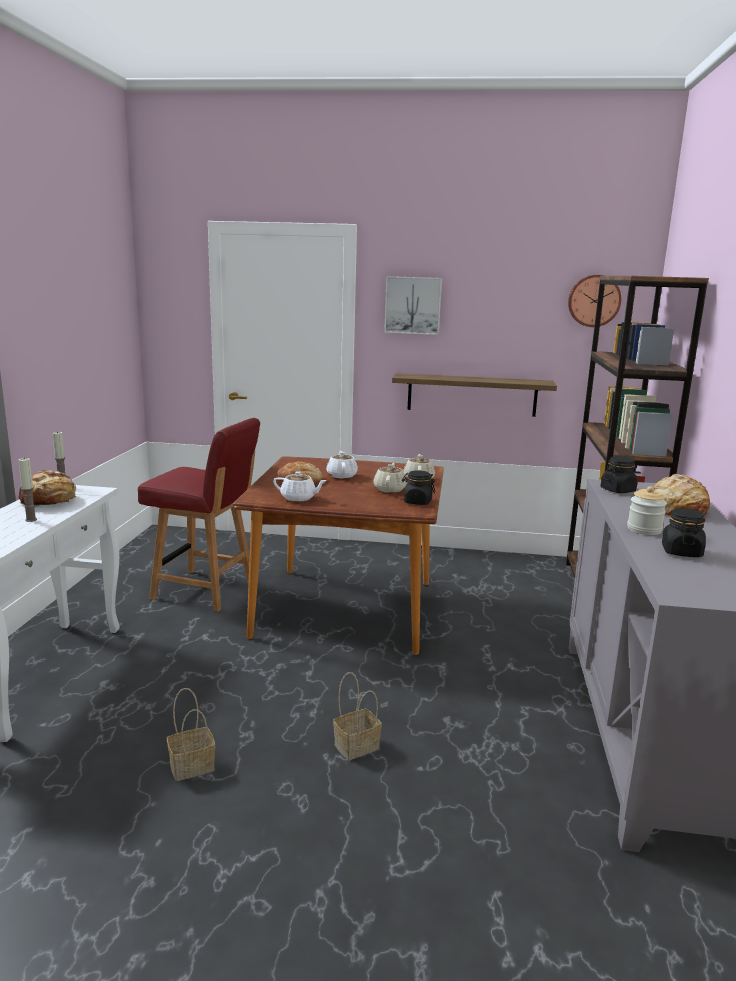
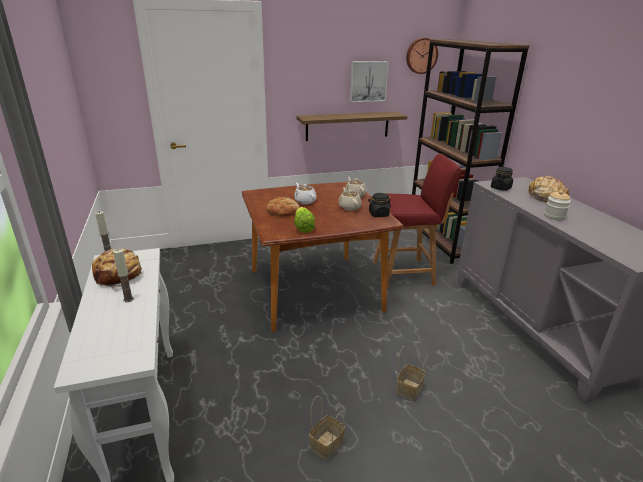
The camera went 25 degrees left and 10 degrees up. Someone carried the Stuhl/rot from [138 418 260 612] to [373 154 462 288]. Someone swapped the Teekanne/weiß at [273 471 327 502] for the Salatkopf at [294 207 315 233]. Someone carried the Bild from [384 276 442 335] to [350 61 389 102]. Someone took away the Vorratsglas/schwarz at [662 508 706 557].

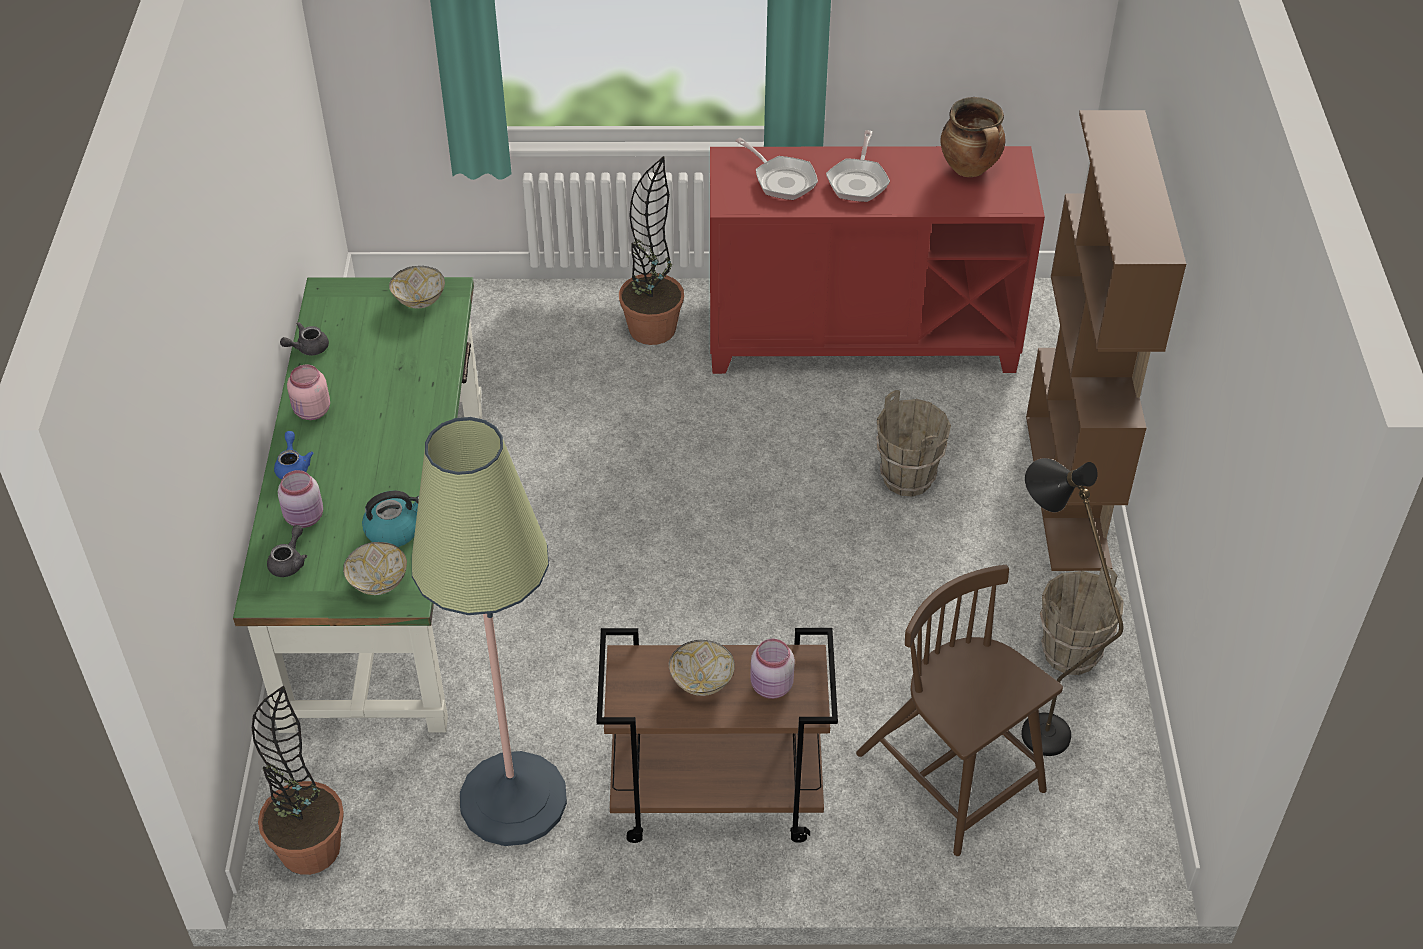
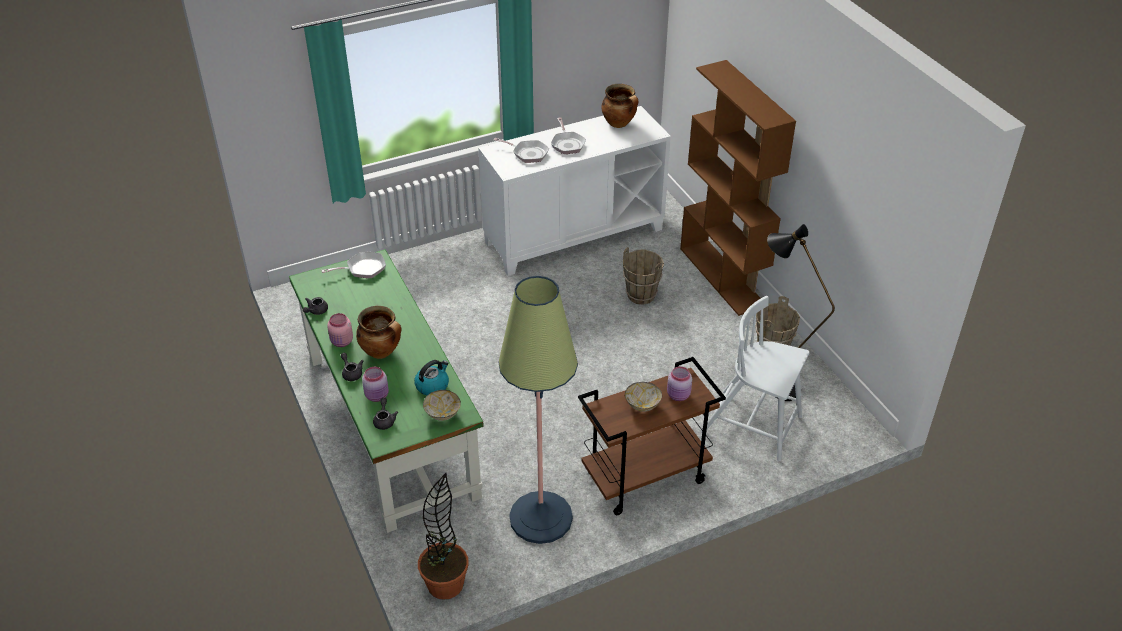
The camera went 25 degrees left and 5 degrees down. Someone repainted the Teekanne/blau at [274 431 313 480], which became the Teekanne/grau at [341 353 364 381]. Someone swapped the Schüssel at [389 266 445 308] for the Pfanne at [321 251 386 278]. Someone took away the Topfpflanze at [619 156 684 345]. Someone repainted the Schrank/rot at [710 146 1045 374], which became the Schrank/weiß at [478 106 671 276]. Someone repainted the Stuhl/braun at [856 565 1063 856], which became the Stuhl/weiß at [701 296 810 461]. Someone put down the Kochtopf at [356 306 401 359].

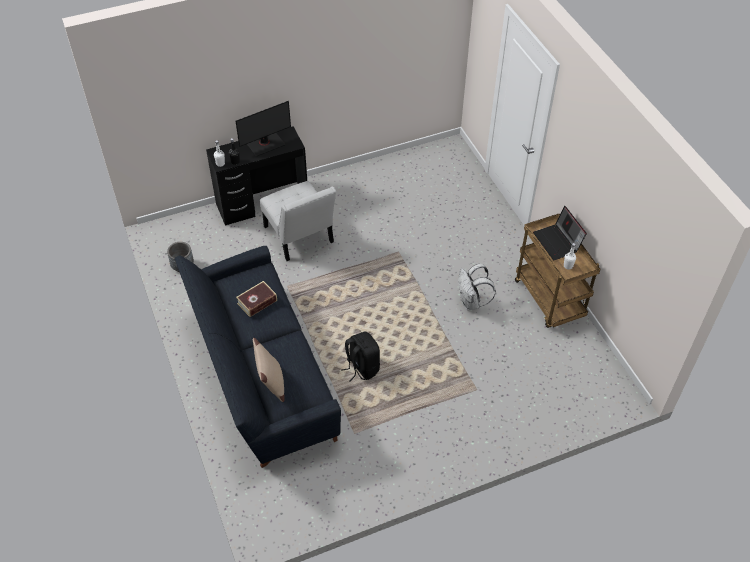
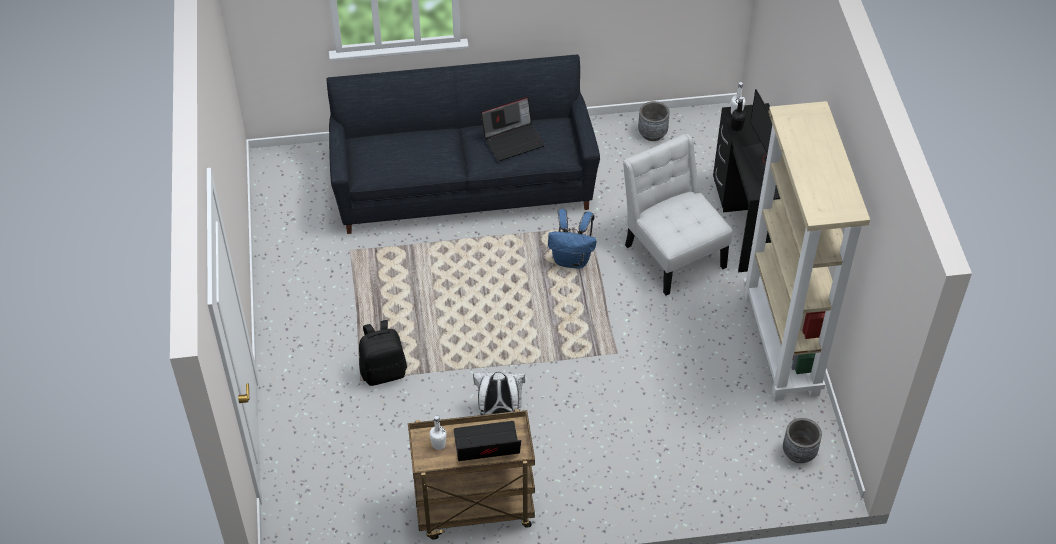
The camera went 105 degrees right and 0 degrees up. Someone swapped the Buch at [236 281 277 317] for the Laptop at [481 97 545 161]. Someone took away the Kissen/beige at [253 338 285 402]. Someone rotated the Stuhl/weiß at [260 181 336 261] by 75 degrees clockwise. Someone carried the Rucksack/schwarz from [341 331 380 382] to [359 320 407 386]. Someone put down the Rucksack/blau at [548 209 596 268]. Someone put down the Bücherregal/beige at [743 101 870 401]. Someone put down the Pflanzkübel/grau at [783 418 822 463].

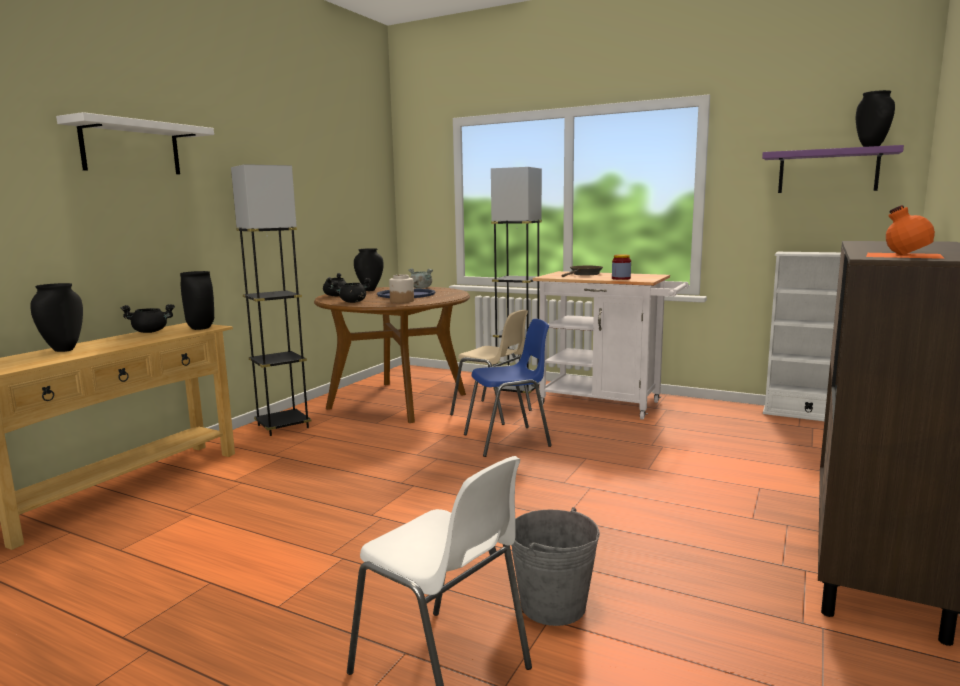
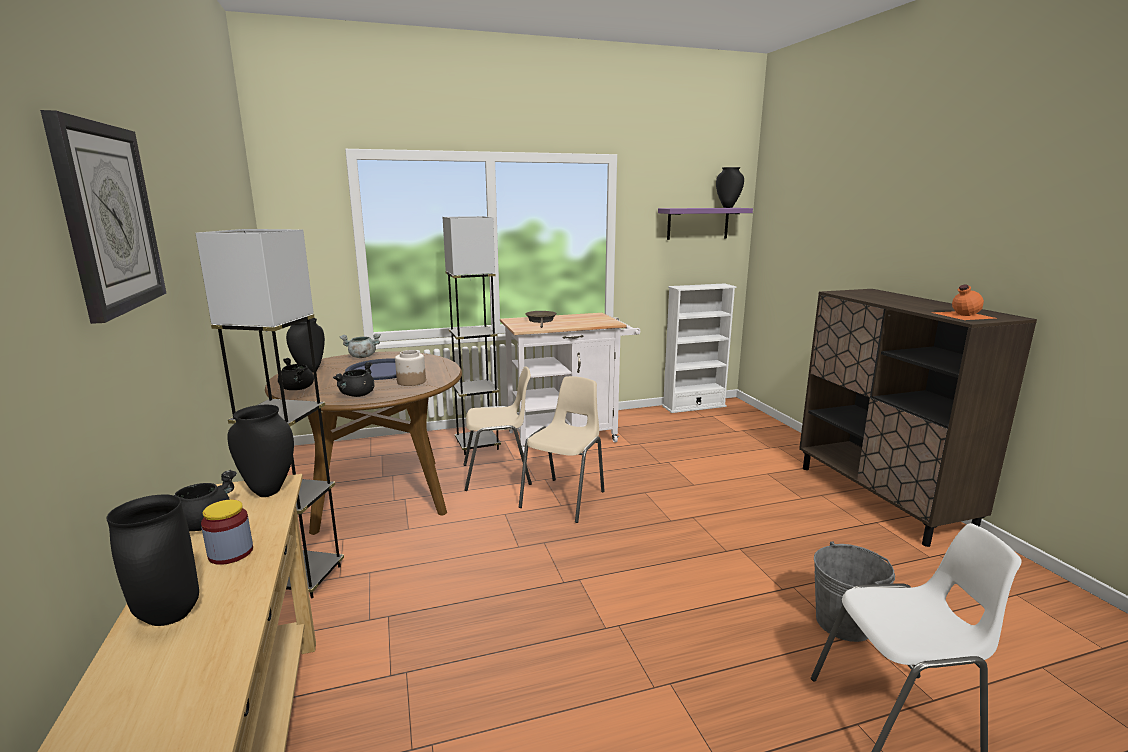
The camera went 45 degrees left and 5 degrees up. Someone swapped the Wandregal/weiß at [56 112 214 174] for the Wanduhr at [40 110 167 324]. Someone repainted the Stuhl/blau at [464 319 552 457], which became the Stuhl/beige at [519 376 604 523]. Someone carried the Vorratsglas from [612 254 631 280] to [201 500 253 565].

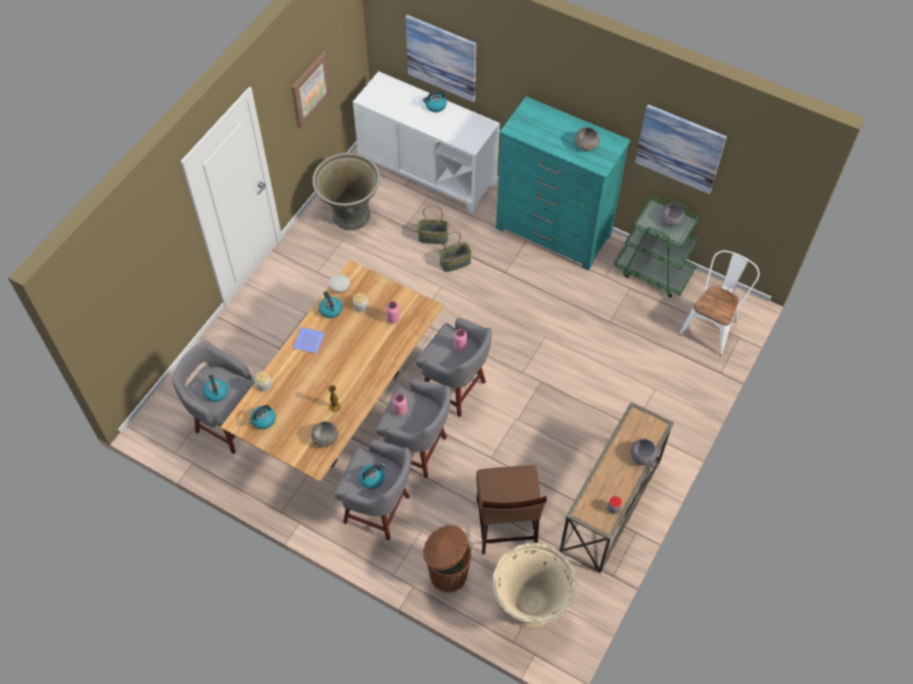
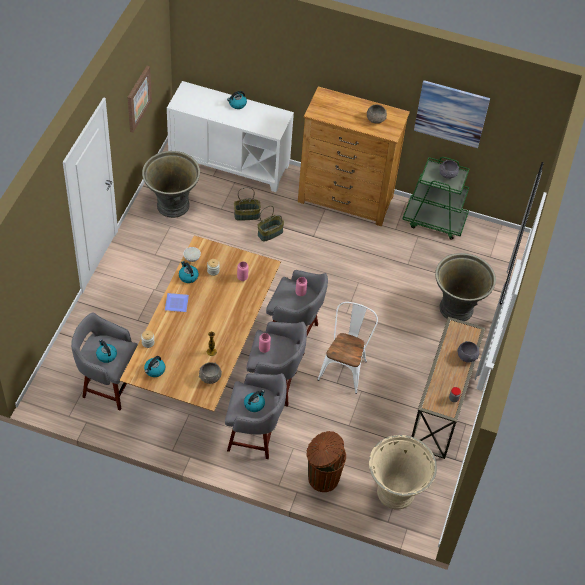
The camera went 15 degrees left and 5 degrees down. Someone took away the Bild at [406 15 477 102]. Someone took away the Stuhl/braun at [476 465 547 554]. Someone repainted the Kommode/türkis at [496 97 631 271], which became the Kommode/braun at [298 86 410 226]. Someone carried the Stuhl/weiß from [679 250 759 356] to [317 302 378 394]. Someone put down the Pflanzkübel/grau at [435 253 496 321].

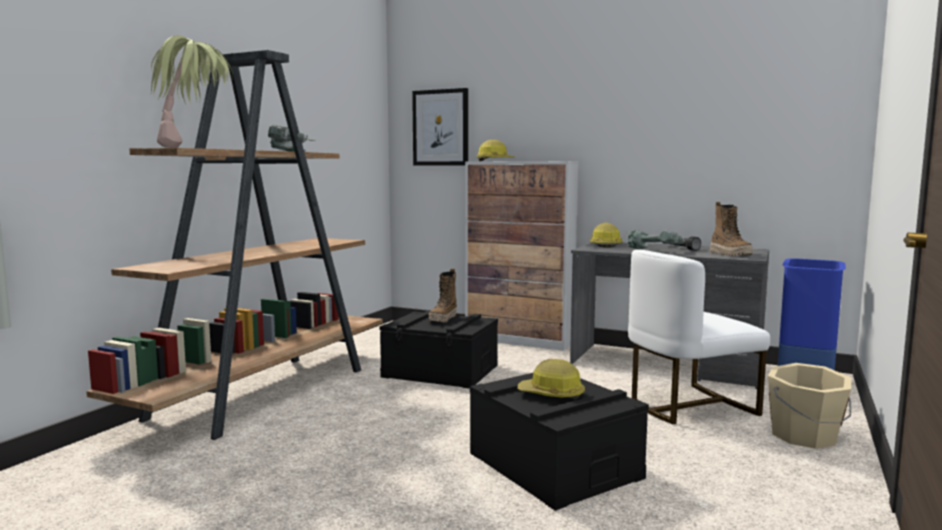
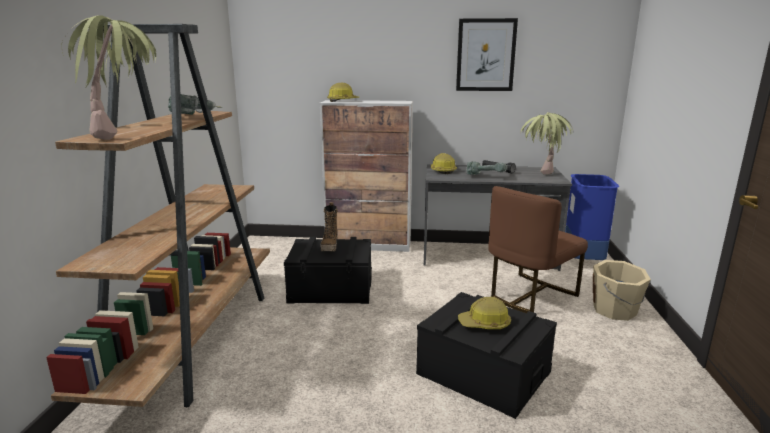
The camera went 20 degrees left and 10 degrees up. Someone carried the Bild from [412 88 468 165] to [456 18 518 91]. Someone repainted the Stuhl/weiß at [628 249 770 424], which became the Stuhl/braun at [488 186 588 313]. Someone swapped the Stiefel at [710 202 753 256] for the Topfpflanze at [520 112 573 175].

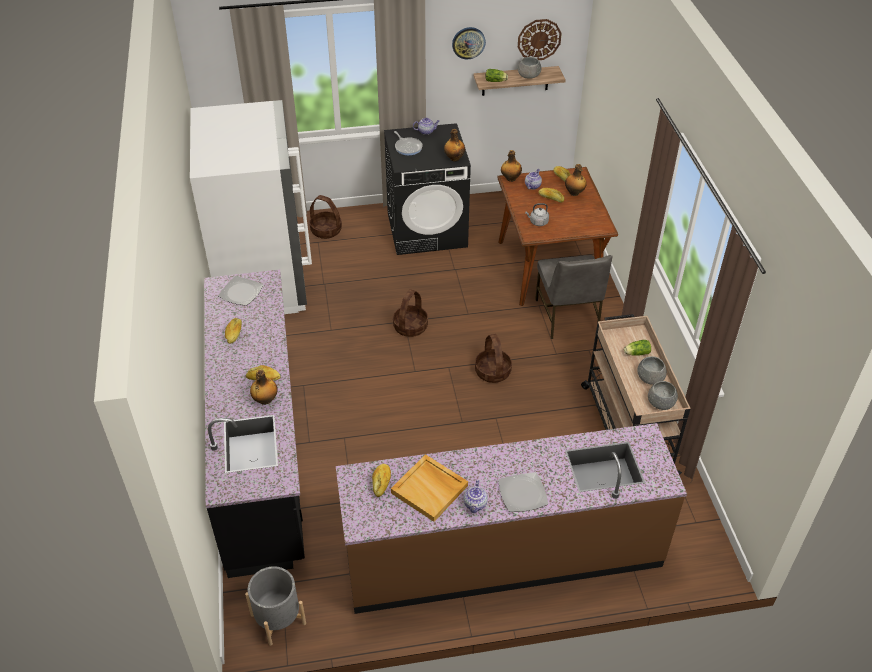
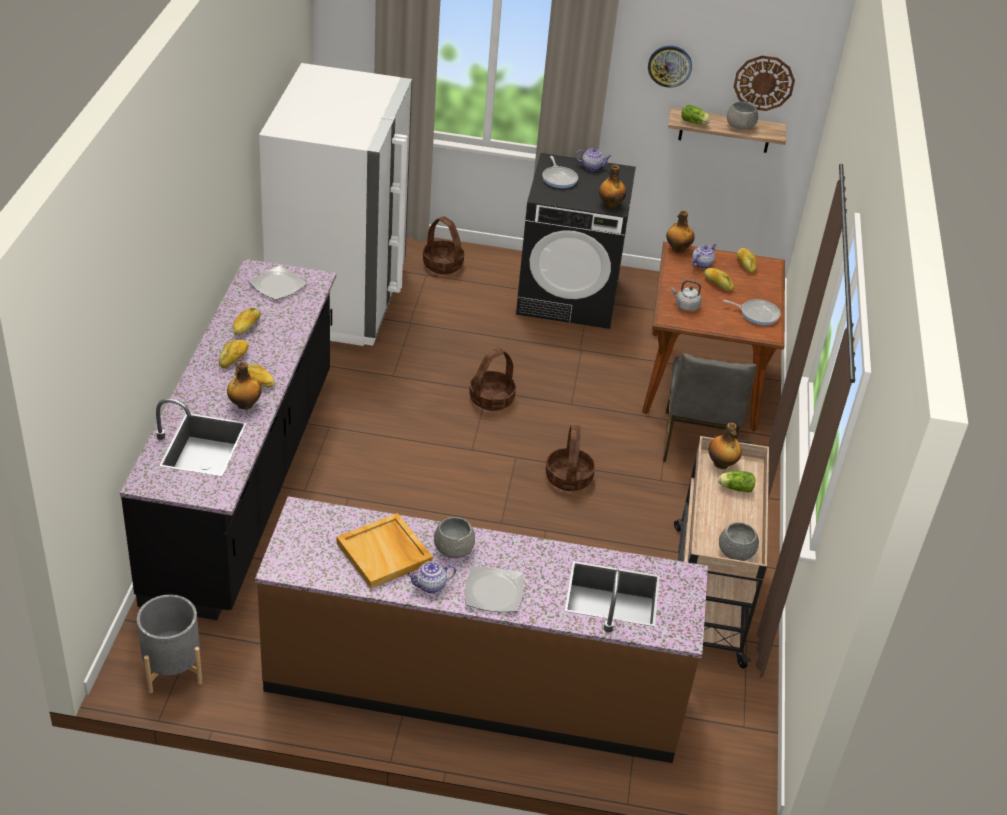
The camera went 15 degrees right and 5 degrees down. Someone carried the Brot from [372 464 391 497] to [219 340 249 368]. Someone rotated the Teekanne at [463 480 488 513] by 45 degrees clockwise. Someone carried the Flasche from [565 164 587 196] to [709 423 742 469]. Someone carried the Schüssel/grau from [637 356 667 385] to [434 517 475 558]. Someone put down the Pfanne at [723 299 781 325].

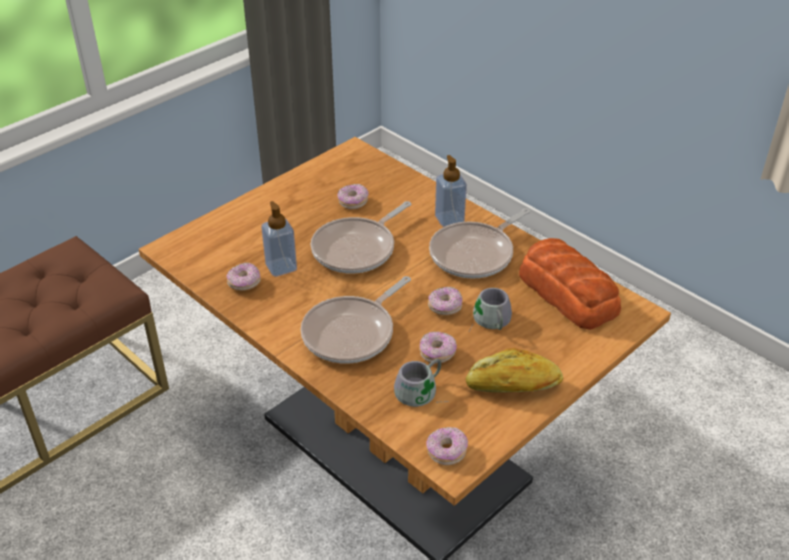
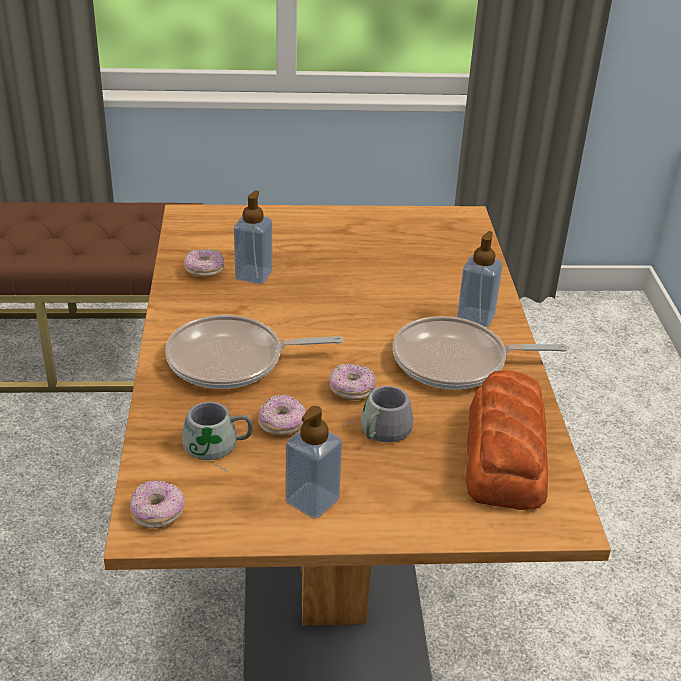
The camera went 40 degrees right and 5 degrees down. Someone took away the Pfanne at [311 201 411 274]. Someone took away the Donut at [338 184 368 210]. Someone swapped the Brot at [466 348 563 393] for the Seifenspender at [285 406 342 519].

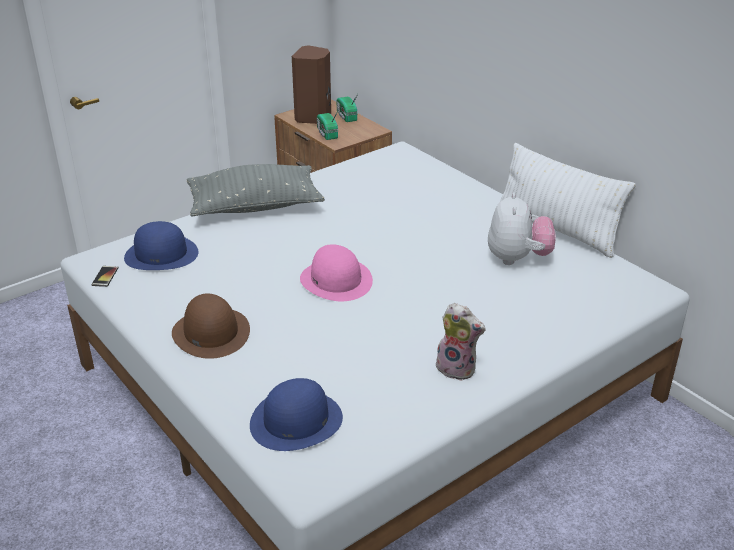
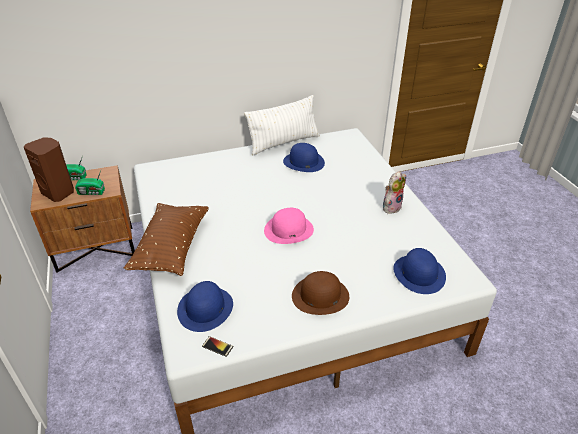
The camera went 70 degrees left and 5 degrees up. Someone repainted the Kissen/grau at [187 164 325 216], which became the Kissen/braun at [124 203 209 276]. Someone swapped the Plüschtier at [488 192 556 265] for the Hut/blau at [283 143 325 172].

